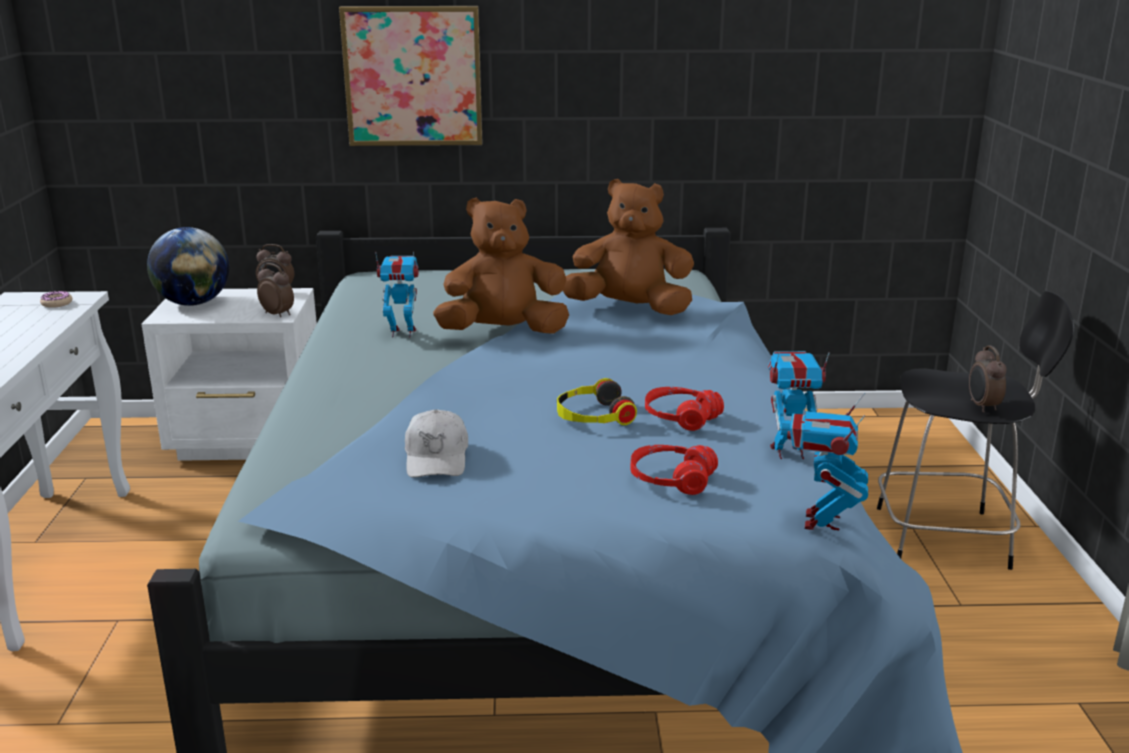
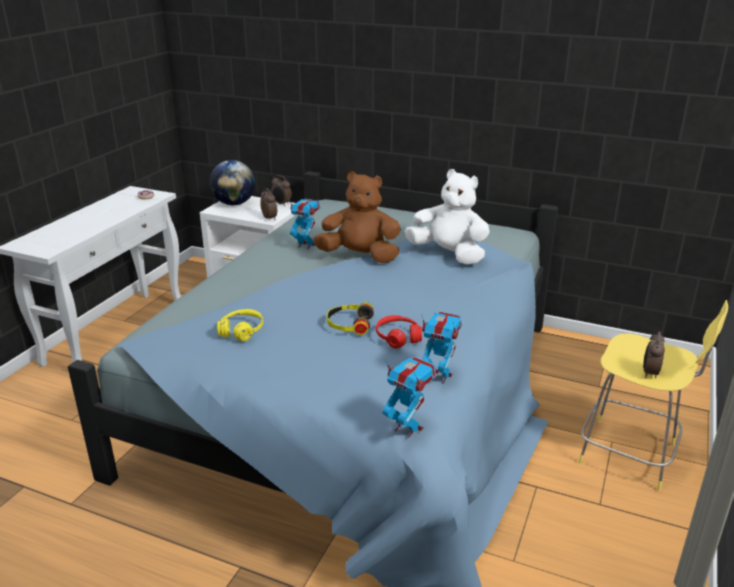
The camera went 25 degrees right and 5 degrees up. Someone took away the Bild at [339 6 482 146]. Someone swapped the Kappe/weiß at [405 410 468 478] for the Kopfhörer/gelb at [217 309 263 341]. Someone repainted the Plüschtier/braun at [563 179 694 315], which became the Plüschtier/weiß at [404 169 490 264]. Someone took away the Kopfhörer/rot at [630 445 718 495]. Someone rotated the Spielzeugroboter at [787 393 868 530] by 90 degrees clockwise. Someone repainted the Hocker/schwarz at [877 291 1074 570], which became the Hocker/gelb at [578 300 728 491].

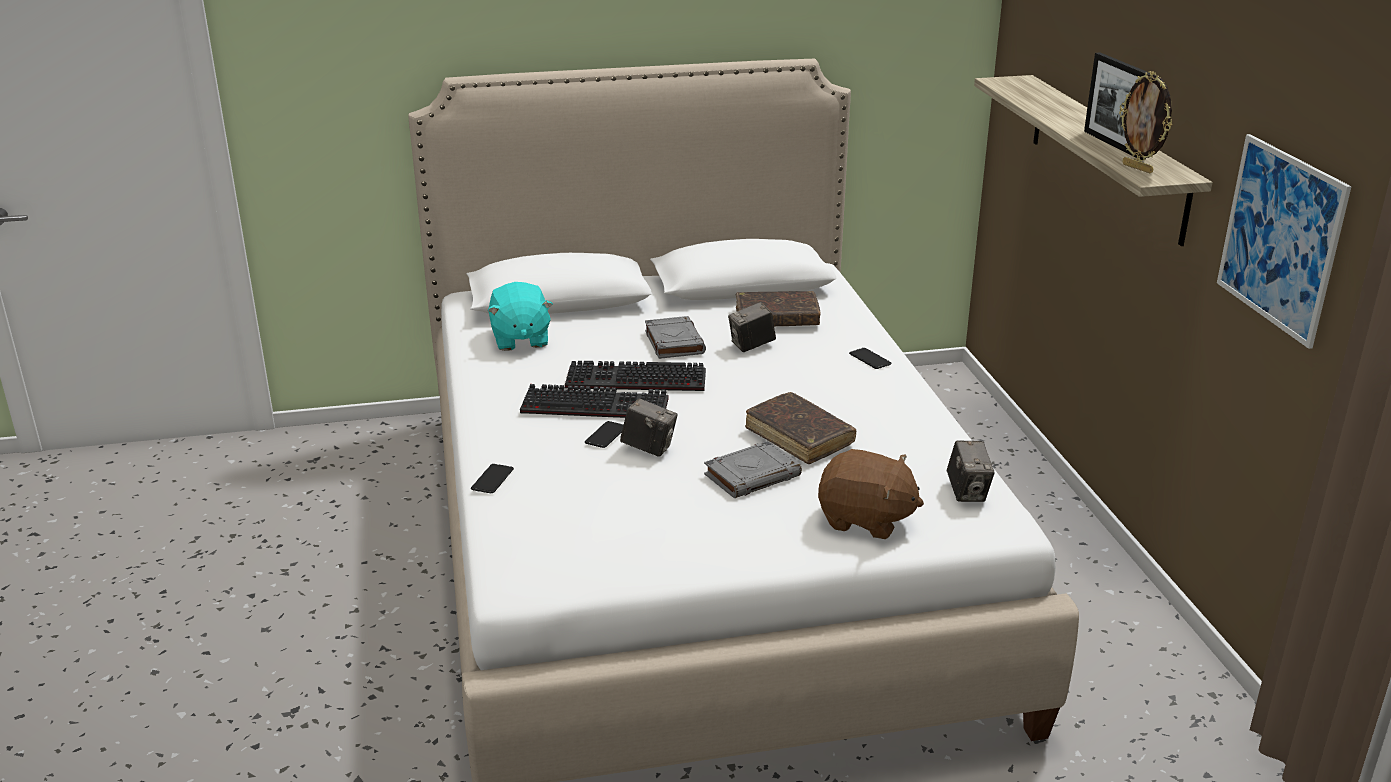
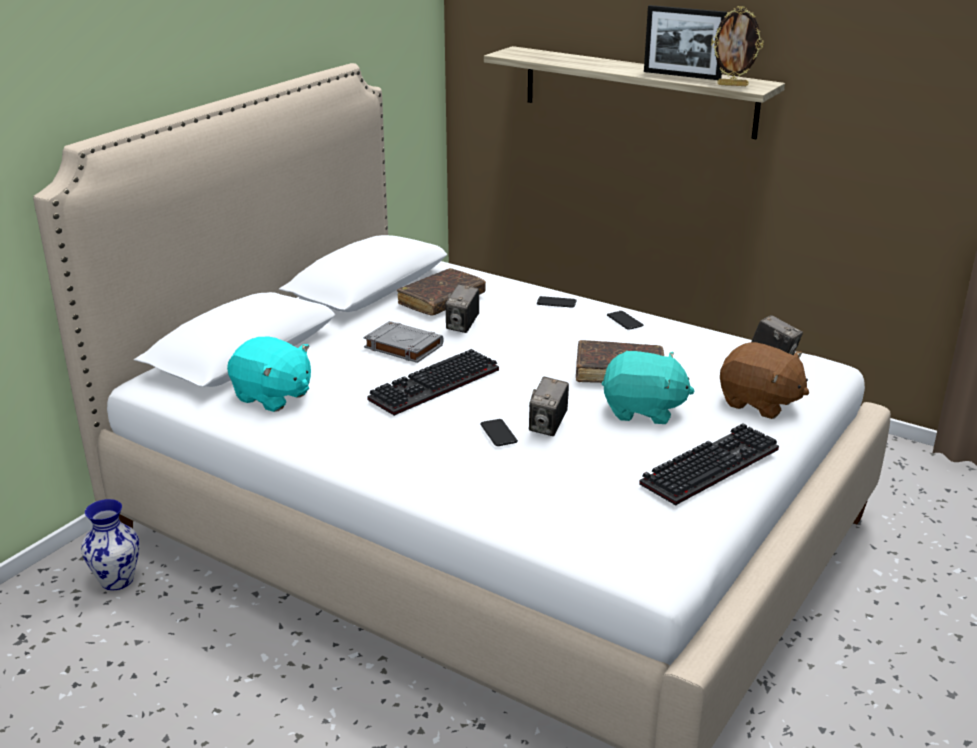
The camera went 45 degrees left and 0 degrees up. Someone carried the Handy from [471 464 514 493] to [607 311 643 330]. Someone carried the Tastatur from [520 384 668 418] to [639 423 779 505]. Someone rotated the Kamera at [620 398 678 457] by 135 degrees clockwise. Someone swapped the Buch/grau at [704 441 802 498] for the Plüschtier/türkis at [602 351 694 424]. Someone rotated the Plüschtier/braun at [818 449 924 539] by 60 degrees clockwise. Someone took away the Bild at [1217 134 1352 349]. Someone put down the Vase at [81 499 140 590].

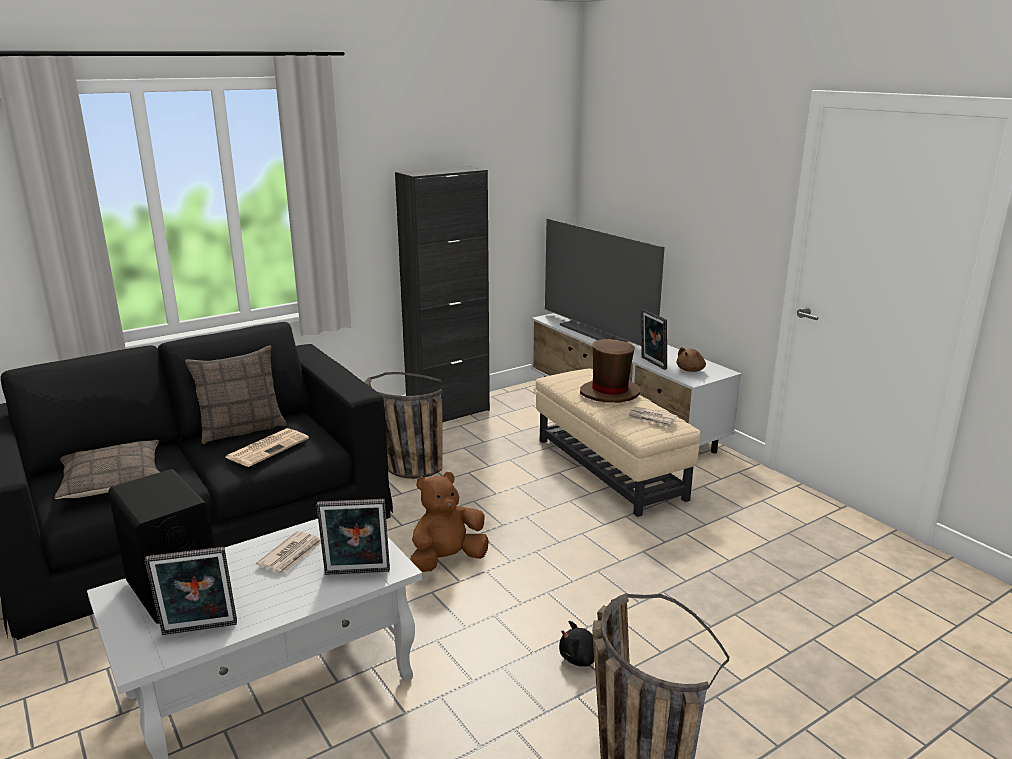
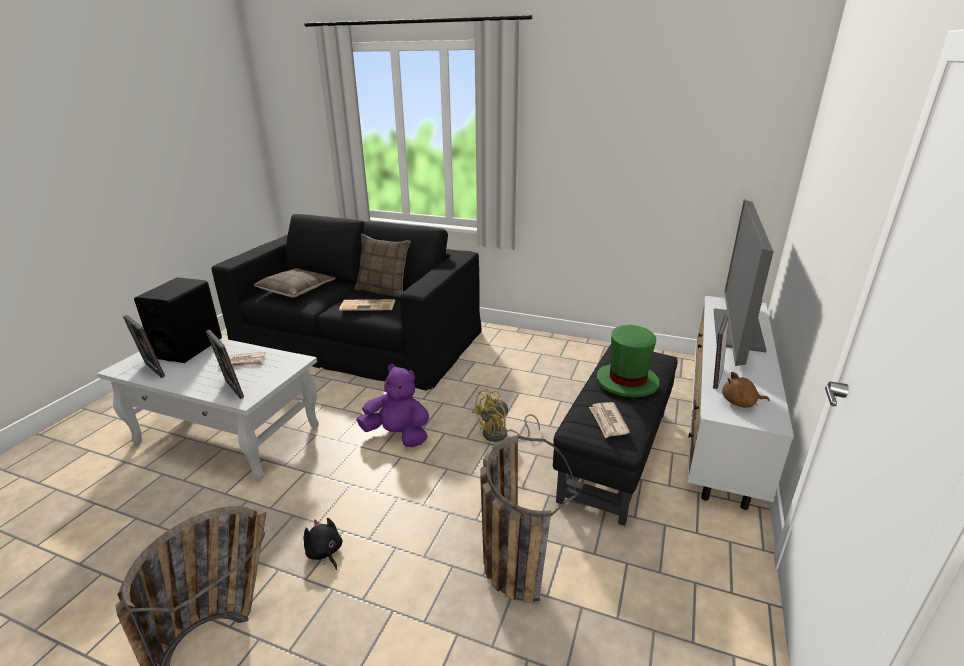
The camera went 55 degrees right and 5 degrees up. Someone carried the Korb from [364 372 442 479] to [480 435 577 603]. Someone took away the Schrank/schwarz at [395 166 490 422]. Someone repainted the Plüschtier/braun at [410 472 489 572], which became the Plüschtier/lila at [357 364 429 447]. Someone repainted the Polsterhocker/beige at [536 368 701 517], which became the Polsterhocker/schwarz at [553 345 678 526]. Someone repainted the Hut/braun at [580 339 640 403], which became the Hut/grün at [597 324 659 397]. Someone put down the Ventilator/gelb at [472 389 540 442].

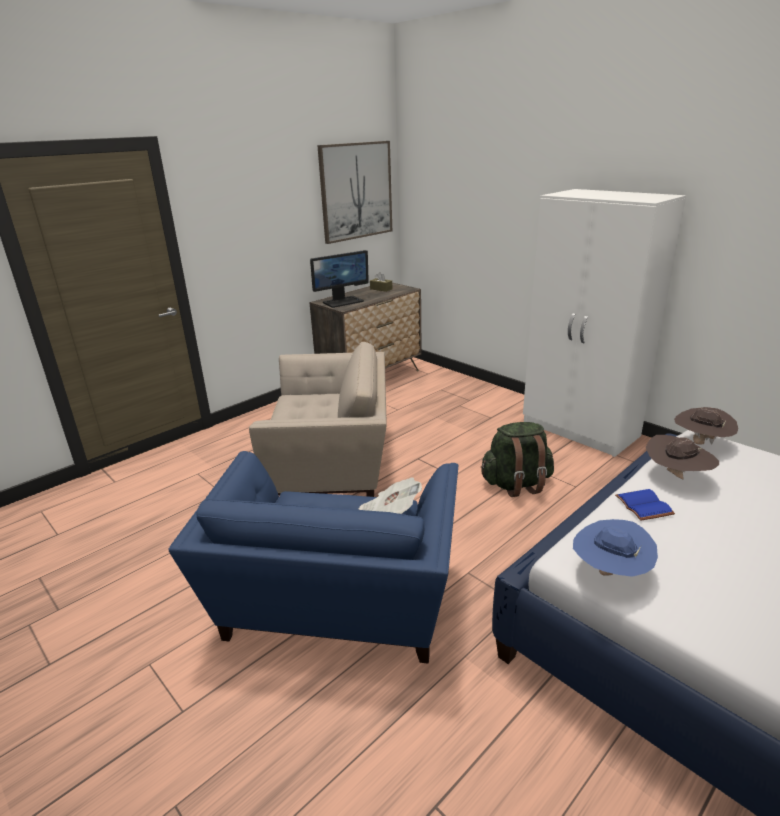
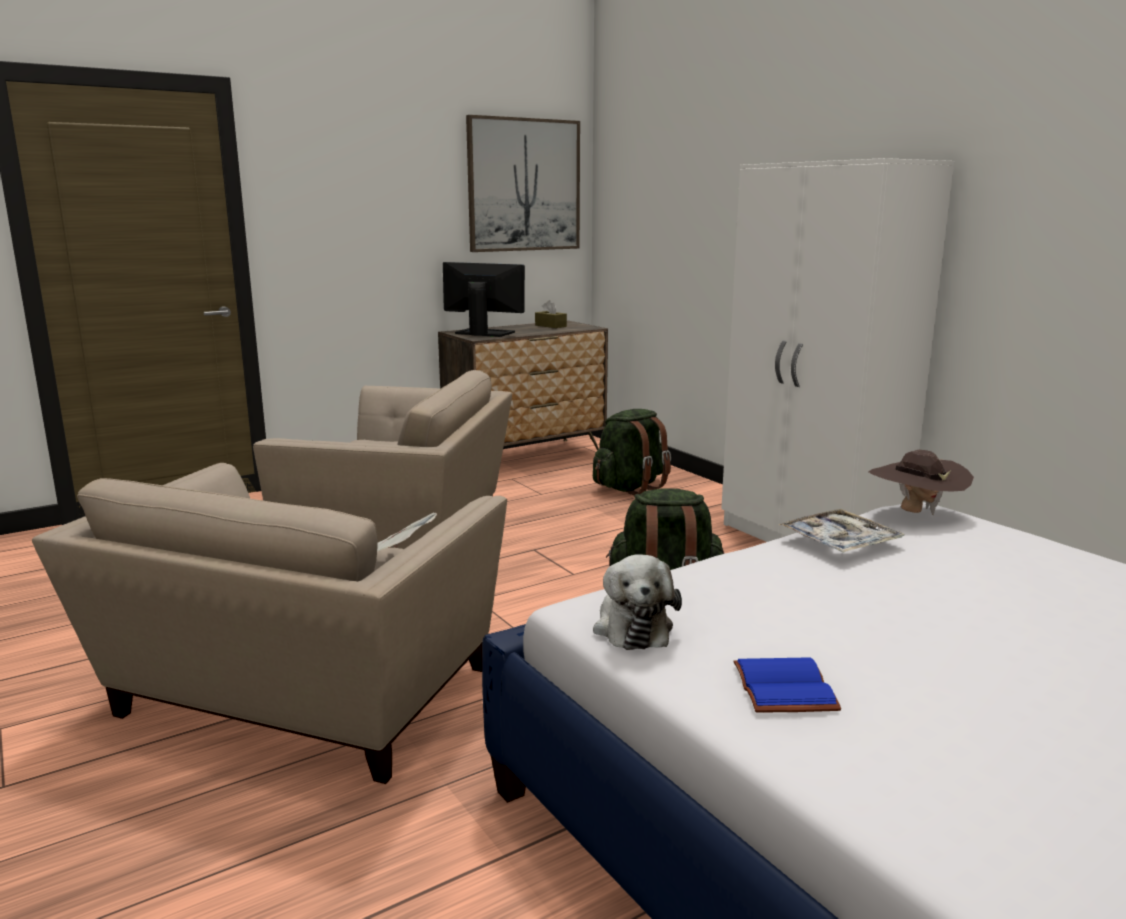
The camera went 10 degrees right and 10 degrees down. Someone repainted the Sessel/blau at [168 451 459 664], which became the Sessel/beige at [32 463 507 784]. Someone rotated the Monitor at [310 250 369 308] by 135 degrees counterclockwise. Someone swapped the Hut/blau at [573 519 658 577] for the Plüschtier at [593 554 682 650]. Someone carried the Buch/blau from [615 489 675 521] to [733 657 841 713]. Someone swapped the Hut/braun at [645 435 719 480] for the Tablett at [779 509 905 553]. Someone put down the Rucksack/grün at [593 409 671 495].

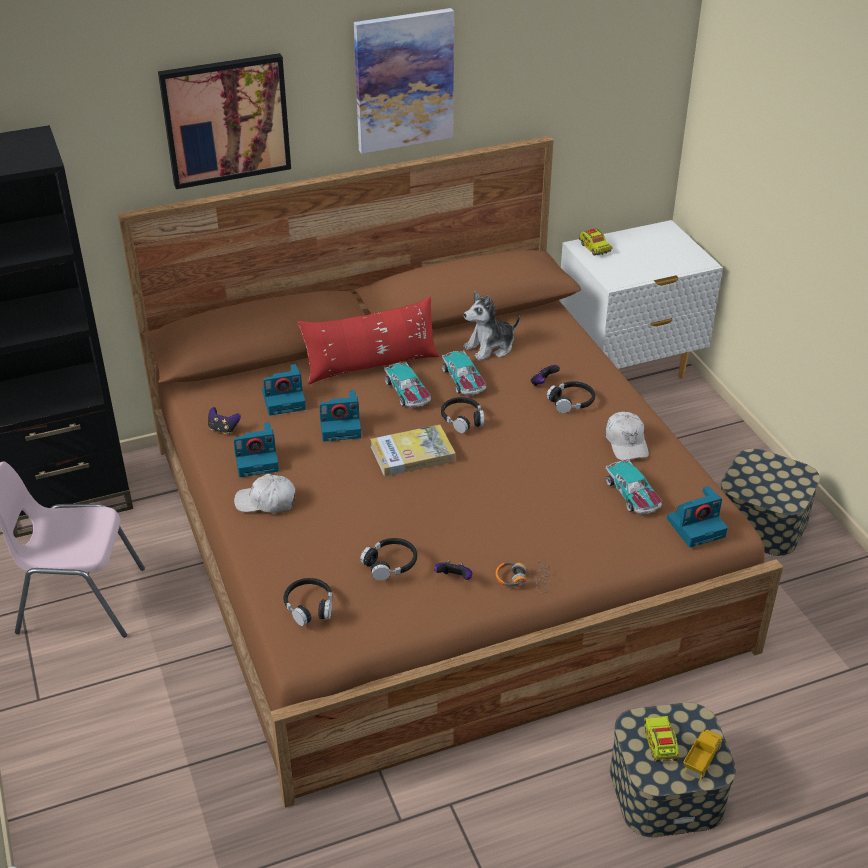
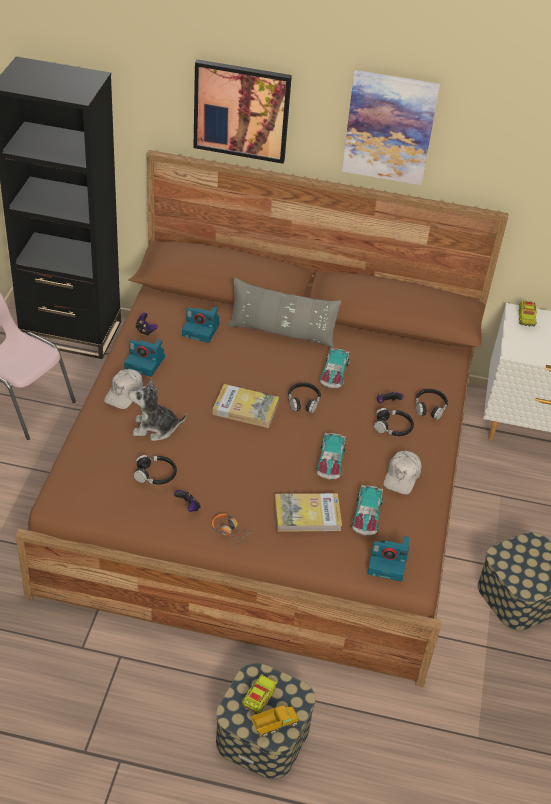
The camera went 30 degrees right and 5 degrees up. Someone rotated the Kappe/weiß at [234 474 296 513] by 105 degrees counterclockwise. Someone carried the Kopfhörer/schwarz from [284 578 332 626] to [415 389 448 420]. Someone repainted the Kissen/rot at [298 297 439 385], which became the Kissen/grau at [228 277 341 348]. Someone took away the Kamera at [319 390 361 442]. Someone carried the Spielzeugauto from [384 362 431 408] to [316 433 346 479]. Someone carried the Plüschtier from [463 291 520 361] to [129 377 186 441]. Someone put down the Buch at [275 493 342 532].

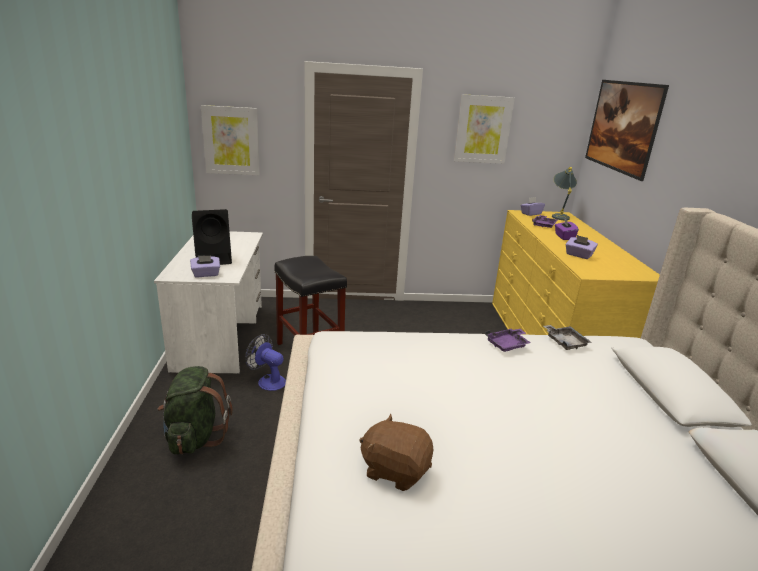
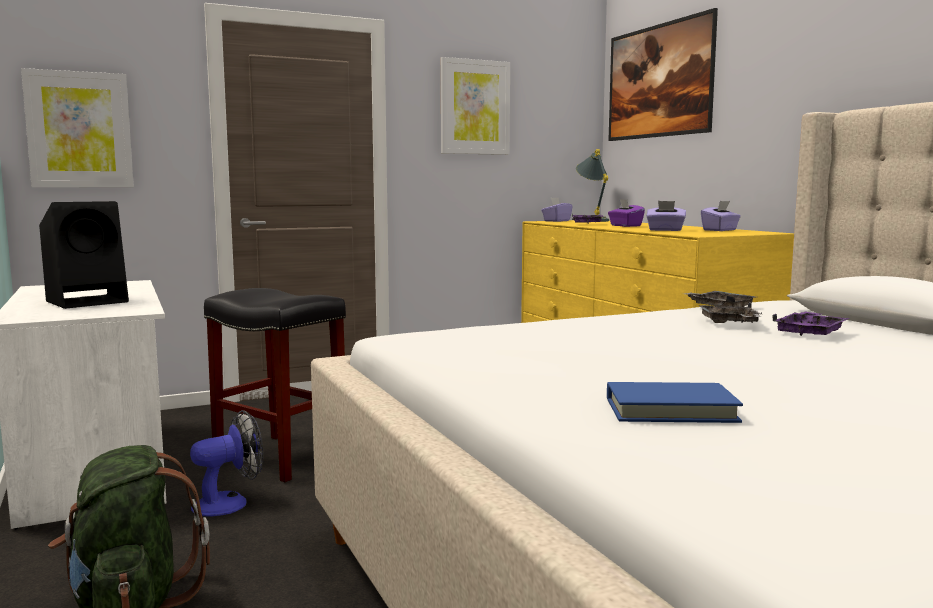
The camera went 20 degrees left and 15 degrees down. Someone carried the Taschentuchbox/lila from [190 255 220 277] to [701 201 741 231]. Someone rotated the Ventilator at [245 334 286 391] by 135 degrees clockwise. Someone swapped the Plüschtier/braun at [359 414 433 491] for the Buch/blau at [607 382 743 423]. Someone carried the Tablett/lila from [485 329 531 352] to [772 311 849 336]. Someone put down the Tablett/grau at [698 302 762 323].

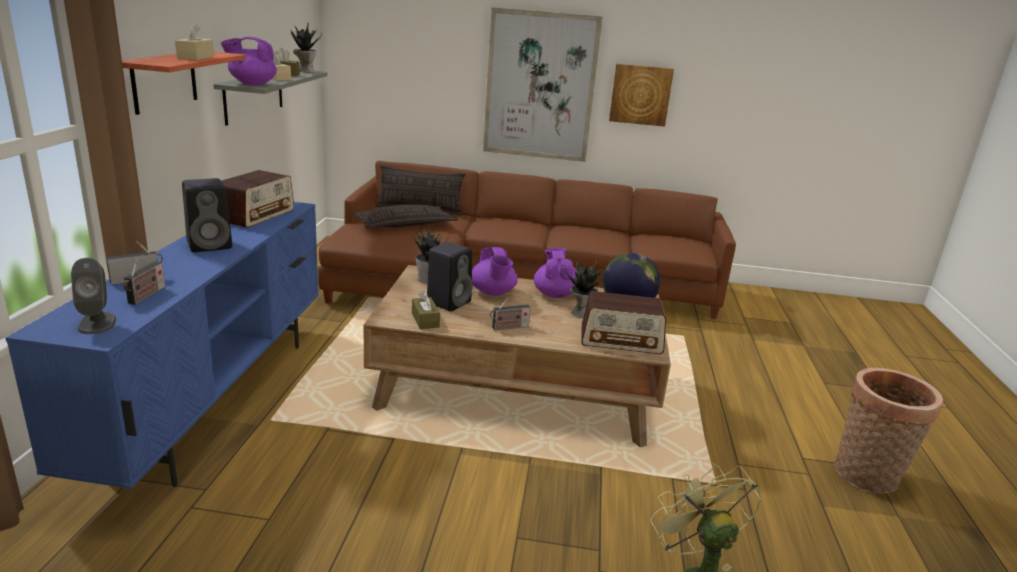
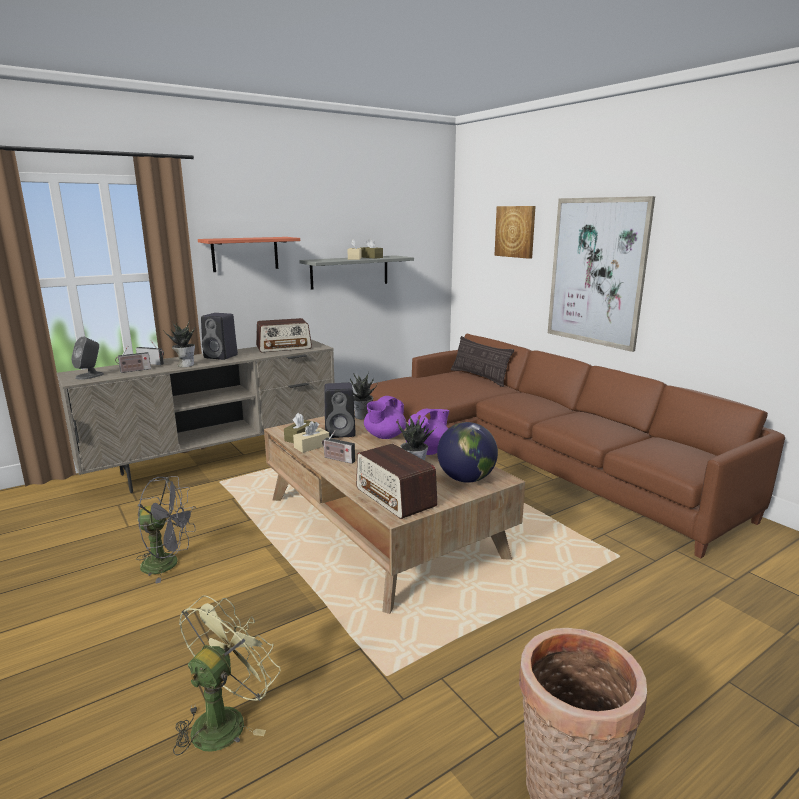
The camera went 50 degrees right and 5 degrees down. Someone repainted the Fernsehschrank/blau at [5 202 319 489], which became the Fernsehschrank/beige at [56 340 335 493]. Someone carried the Taschentuchbox/beige from [175 23 214 60] to [293 421 329 453]. Someone took away the Teekanne/lila at [221 37 277 86]. Someone carried the Topfpflanze from [290 23 322 73] to [163 322 195 367]. Someone took away the Kissen at [354 205 458 228]. Someone carried the Bild from [609 64 674 127] to [494 206 535 259]. Someone put down the Ventilator/grau at [136 476 196 584].

